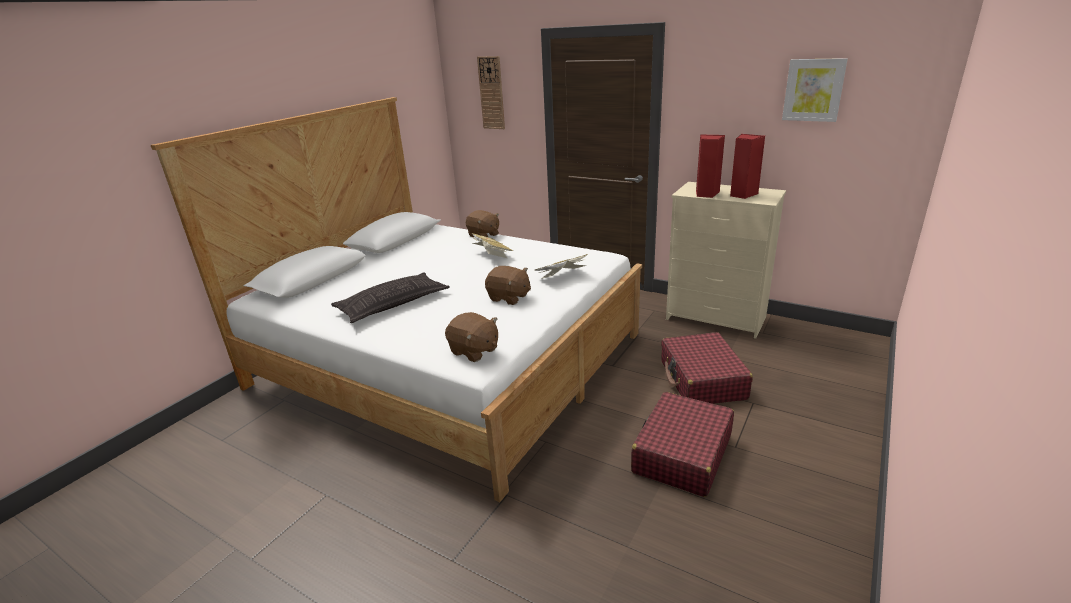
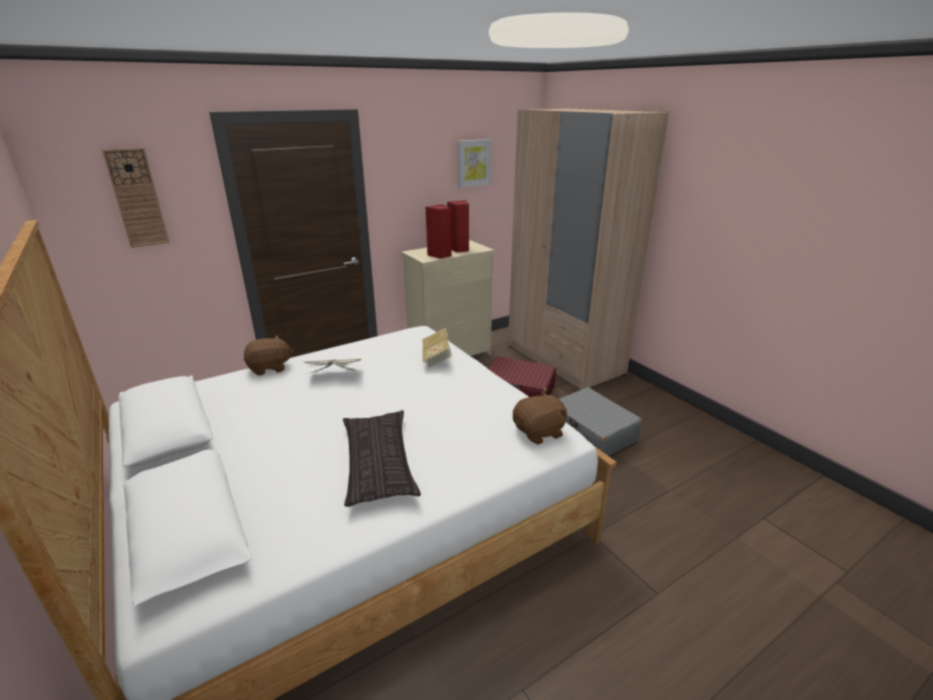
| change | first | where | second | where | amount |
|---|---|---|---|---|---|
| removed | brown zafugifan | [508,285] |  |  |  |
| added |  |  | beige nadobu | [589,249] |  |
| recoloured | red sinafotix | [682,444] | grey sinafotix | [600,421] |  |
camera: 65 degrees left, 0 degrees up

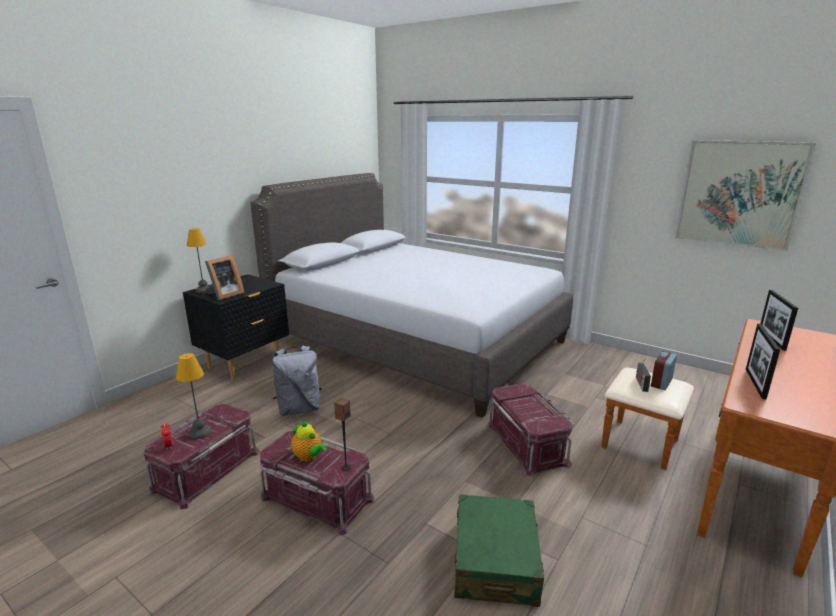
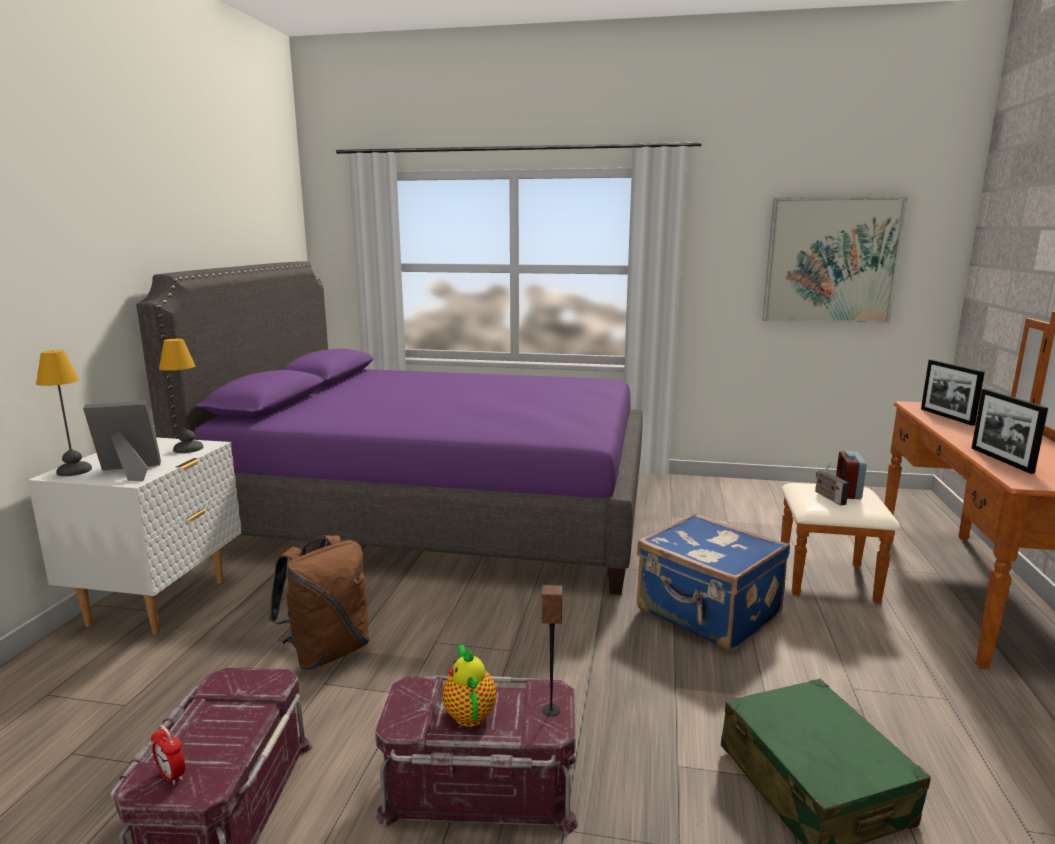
| change | first | where | second | where | amount |
|---|---|---|---|---|---|
| moved | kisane | [194,396] |  | [181,396] |  |
| replaced | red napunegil | [530,430] | blue sinafotix | [713,582] |  |
| recoloured | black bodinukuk | [236,327] | white bodinukuk | [134,536] |  |
| recoloured | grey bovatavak | [411,295] | purple bovatavak | [389,428] |  |
| recoloured | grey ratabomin | [297,380] | brown ratabomin | [319,602] |  |
| turned | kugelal | [225,277] |  | [122,441] | 120 degrees counterclockwise |
| turned | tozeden | [309,441] |  | [469,686] | 120 degrees counterclockwise |
camera: 25 degrees left, 5 degrees down

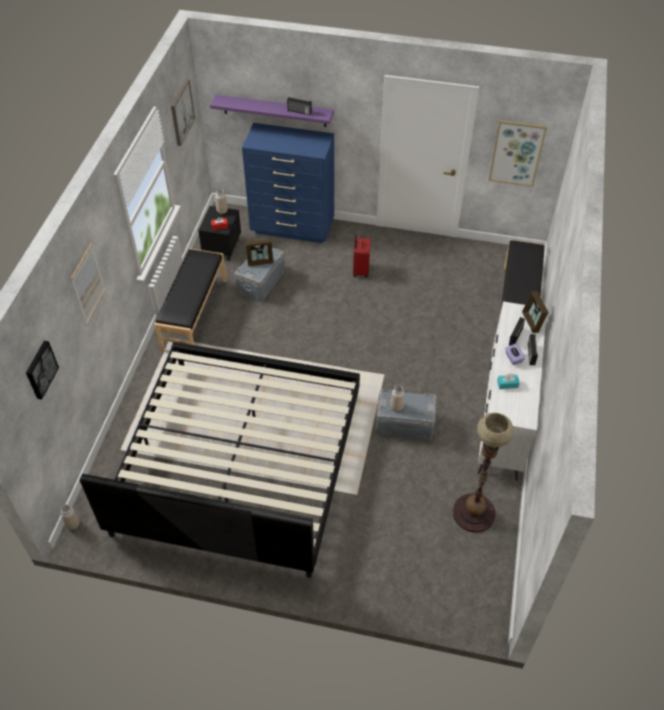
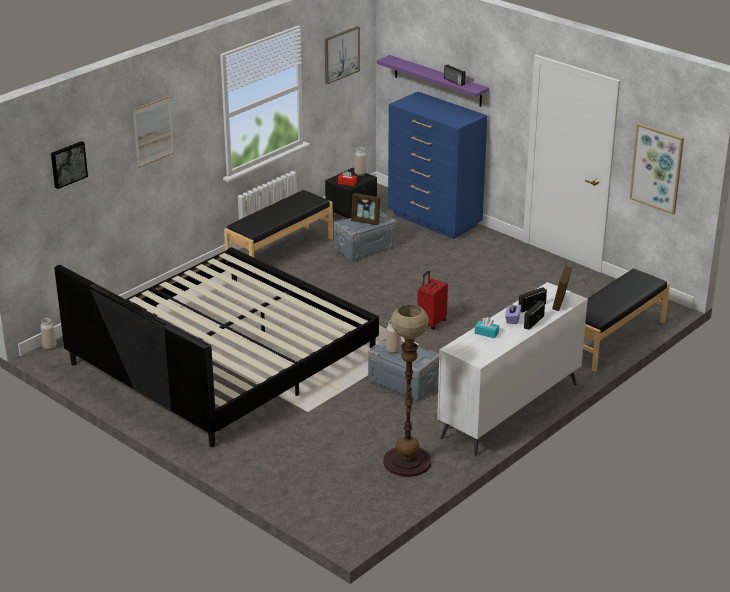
| change | first | where | second | where | amount |
|---|---|---|---|---|---|
| moved | red sinafotix | [361,255] |  | [433,300] |  |
camera: 30 degrees right, 20 degrees down

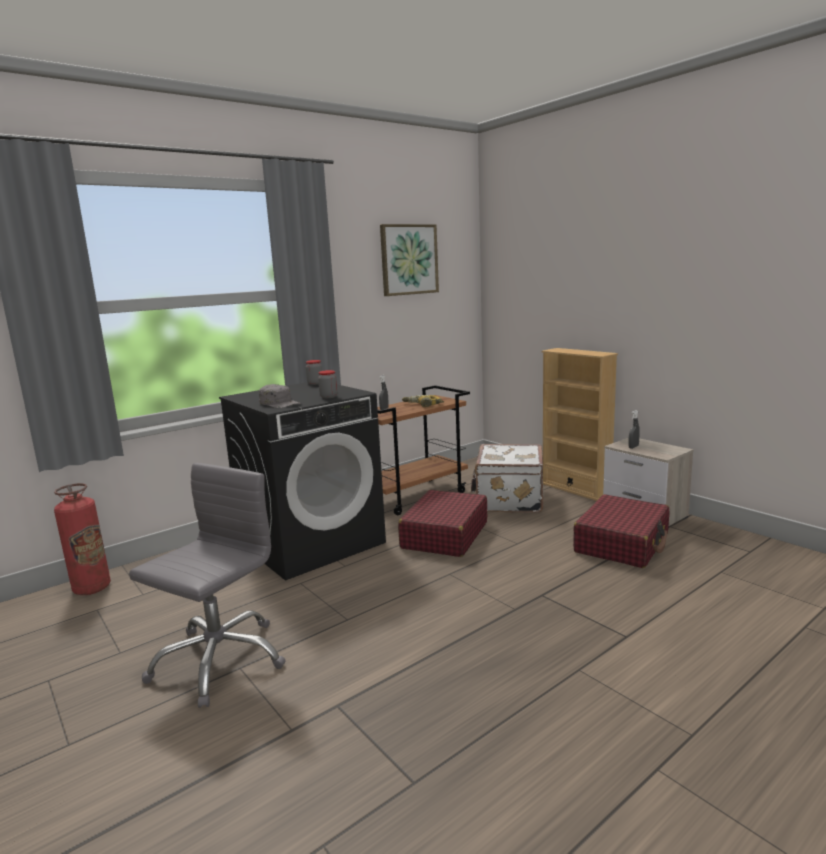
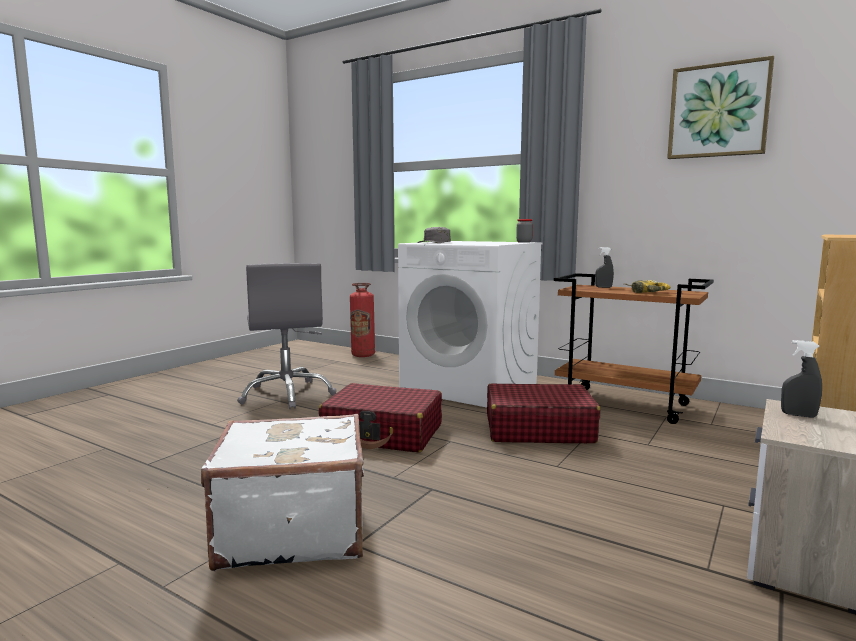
| change | first | where | second | where | amount |
|---|---|---|---|---|---|
| removed | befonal | [328,384] |  |  |  |
| moved | white sinafotix | [507,478] |  | [282,492] |  |
| moved | red sinafotix | [621,531] |  | [380,418] |  |
| recoloured | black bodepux | [302,481] | white bodepux | [470,324] |  |
| turned | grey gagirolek | [207,585] |  | [287,336] | 60 degrees clockwise |
camera: 70 degrees right, 5 degrees down

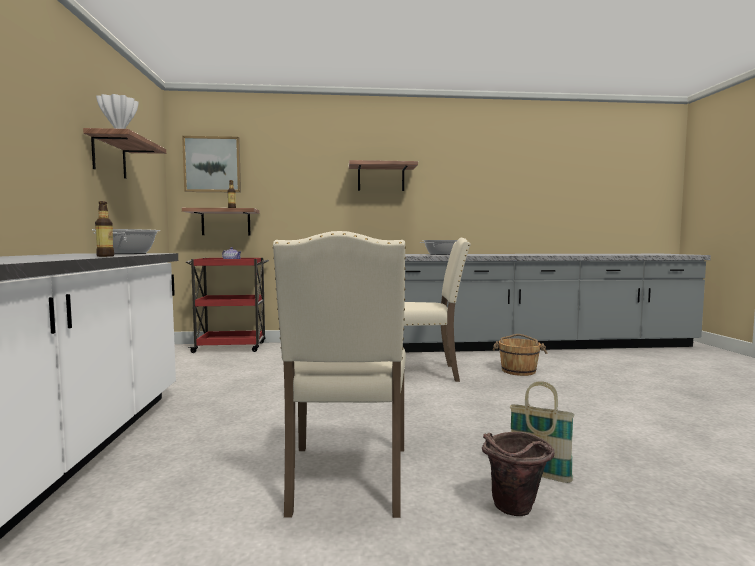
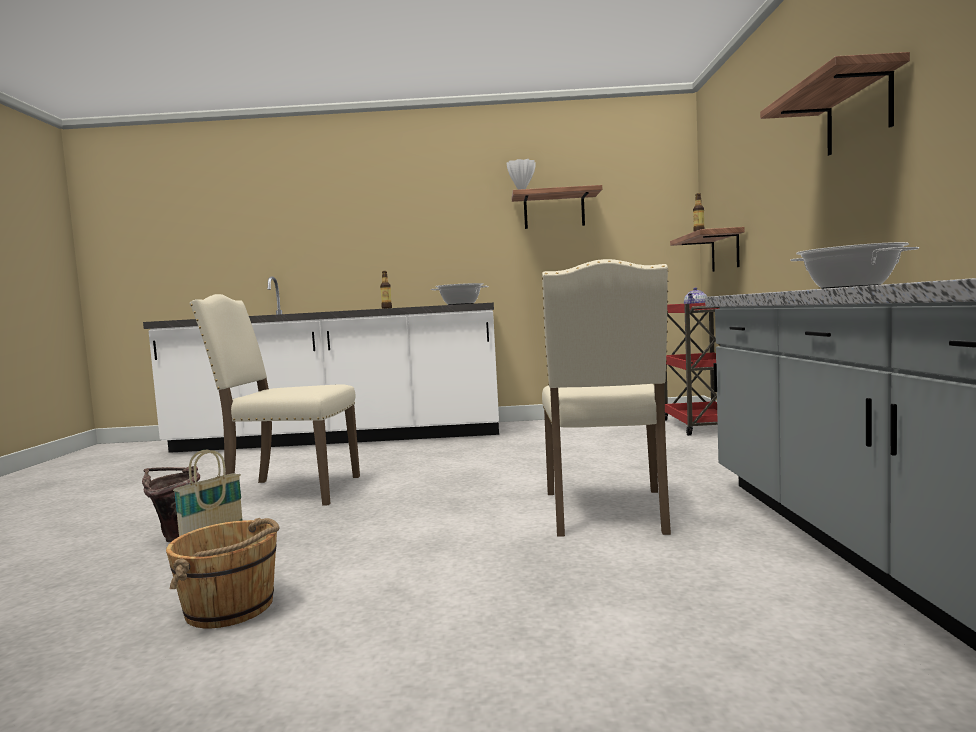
| change | first | where | second | where | amount |
|---|---|---|---|---|---|
| removed | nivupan | [211,164] |  |  |  |
| moved | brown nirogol | [519,355] |  | [222,573] |  |
camera: 95 degrees right, 0 degrees up

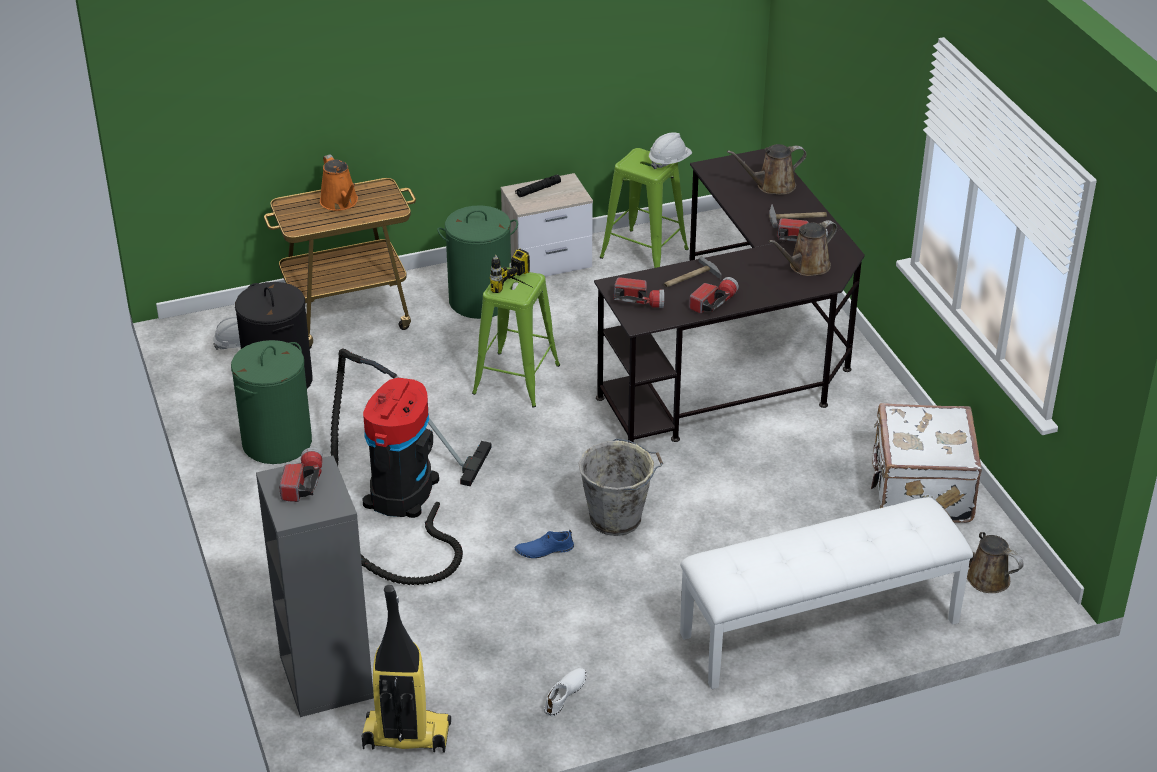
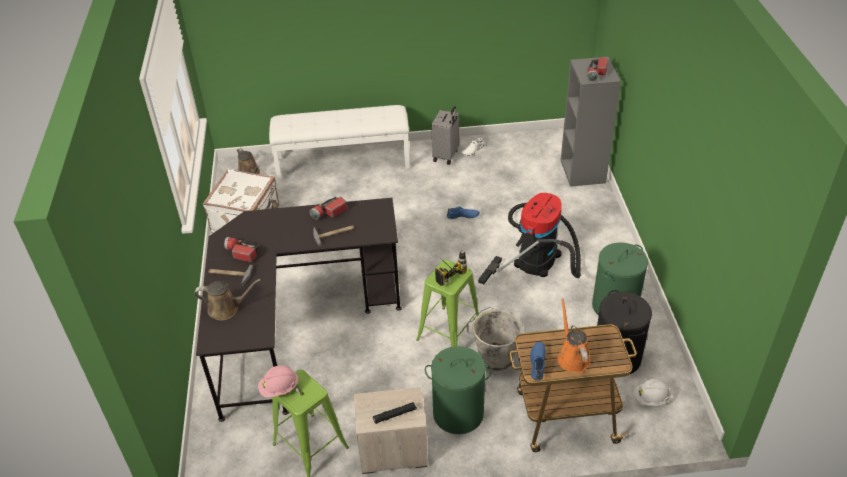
| change | first | where | second | where | amount |
|---|---|---|---|---|---|
| removed | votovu | [406,669] |  |  |  |
| removed | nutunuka | [639,292] |  |  |  |
| removed | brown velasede | [802,248] |  |  |  |
| added |  |  | grey sinafotix | [445,135] |  |
| added |  |  | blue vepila | [538,361] |  |
| moved | grey nirogol | [620,487] |  | [495,339] |  |
| recoloured | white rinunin | [670,150] | pink rinunin | [278,381] |  |
camera: 165 degrees left, 5 degrees up

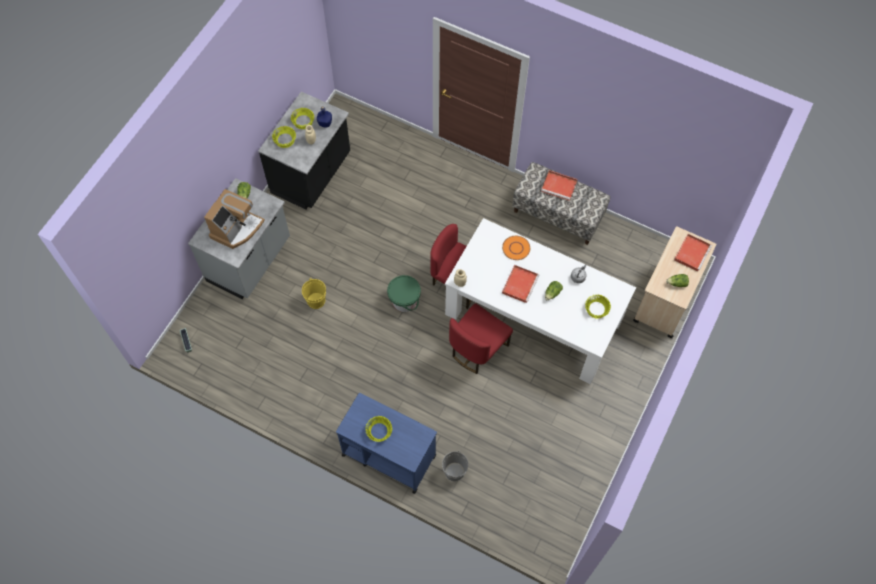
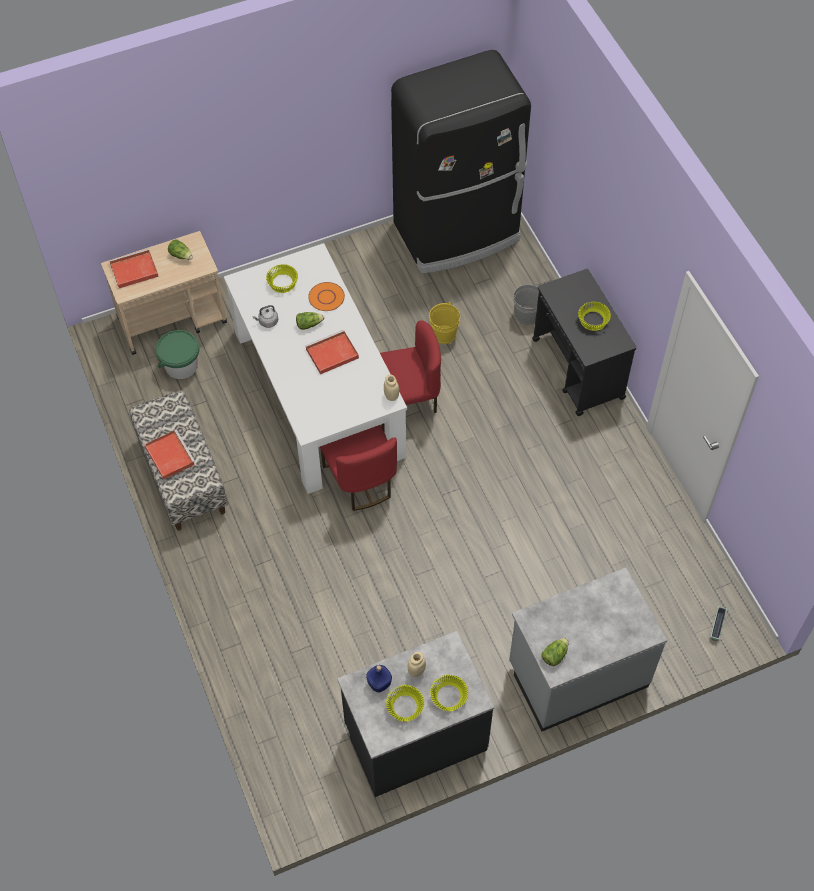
| change | first | where | second | where | amount |
|---|---|---|---|---|---|
| removed | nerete | [234,219] |  |  |  |
| added |  |  | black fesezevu | [461,161] |  |
| moved | yellow nirogol | [314,293] |  | [444,323] |  |
| moved | green nirogol | [404,293] |  | [177,354] |  |
| moved | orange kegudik | [516,248] |  | [326,296] |  |
| recoloured | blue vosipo | [386,443] | black vosipo | [584,342] |  |
camera: 140 degrees left, 5 degrees down

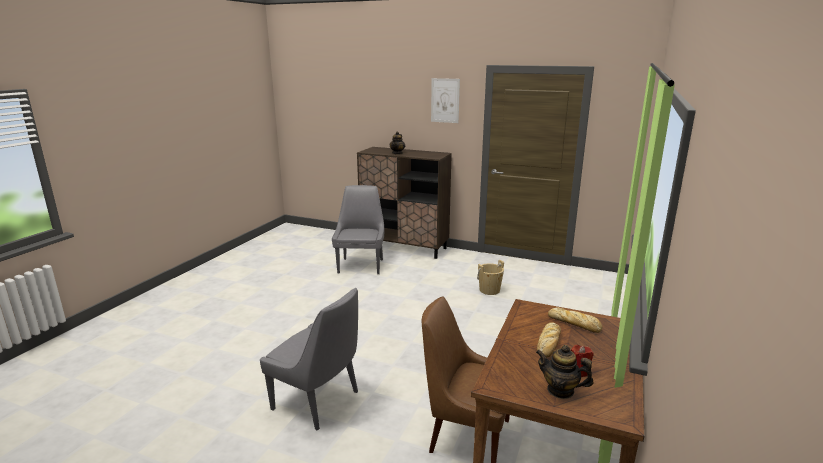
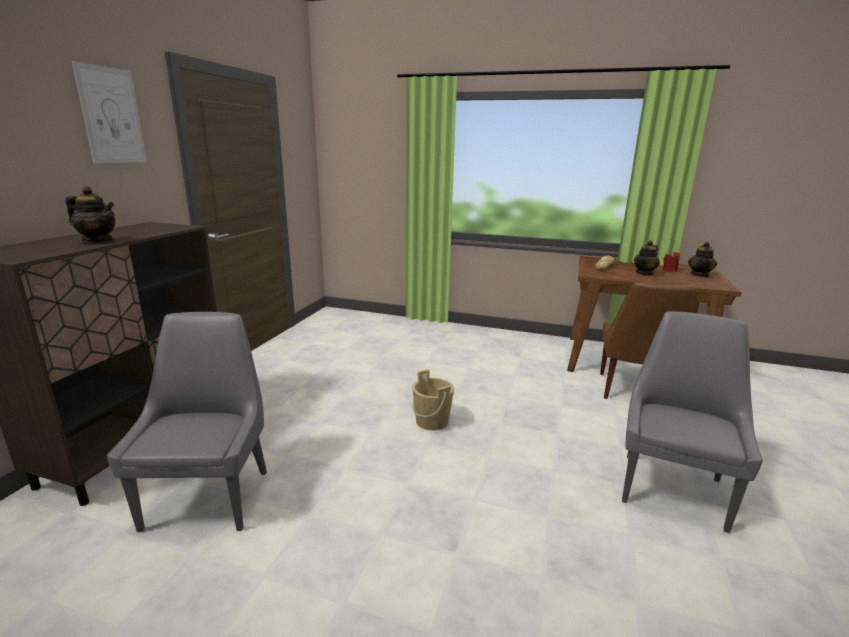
| change | first | where | second | where | amount |
|---|---|---|---|---|---|
| moved | beige nirogol | [490,277] |  | [433,399] |  |
| replaced | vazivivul | [549,340] | tozeden | [647,258] |  |
| turned | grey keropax | [358,229] |  | [187,422] | 90 degrees clockwise |
camera: 95 degrees left, 0 degrees up

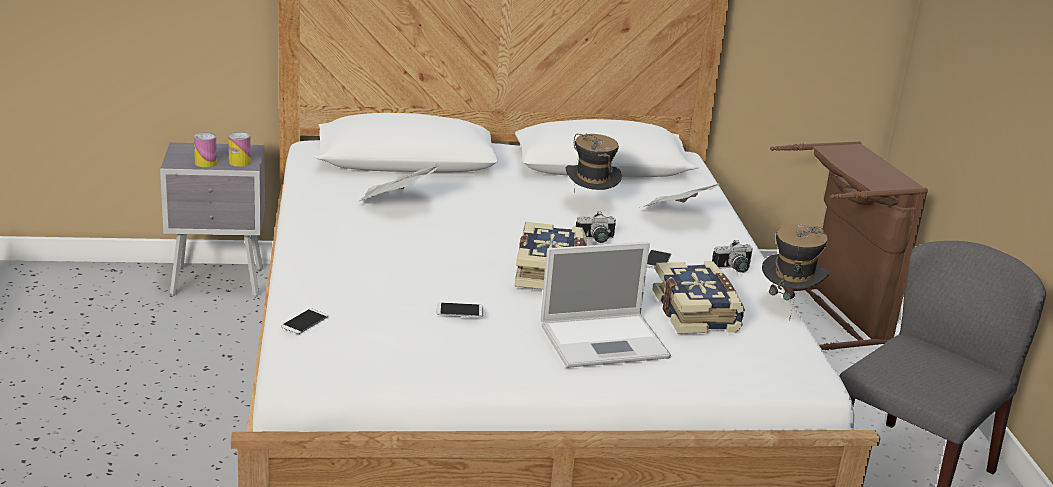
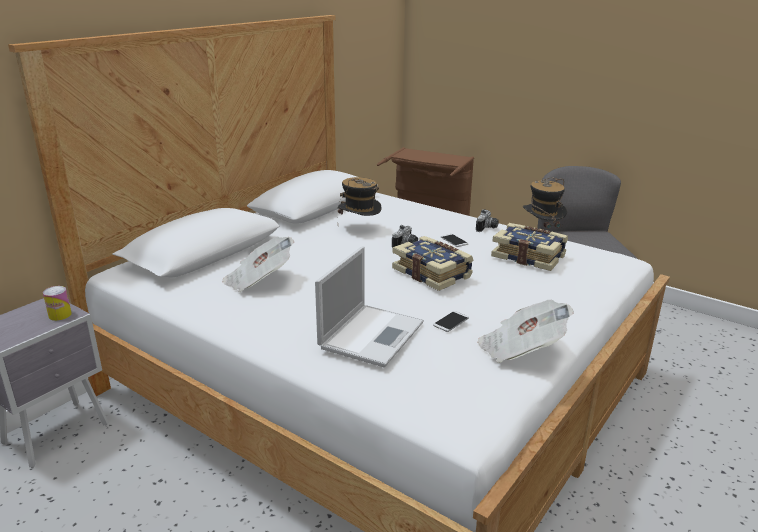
| change | first | where | second | where | amount |
|---|---|---|---|---|---|
| removed | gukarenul | [205,149] |  |  |  |
| removed | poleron | [304,321] |  |  |  |
| moved | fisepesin | [606,305] |  | [369,306] |  |
| moved | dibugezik | [683,194] |  | [525,331] |  |
camera: 45 degrees left, 0 degrees up

